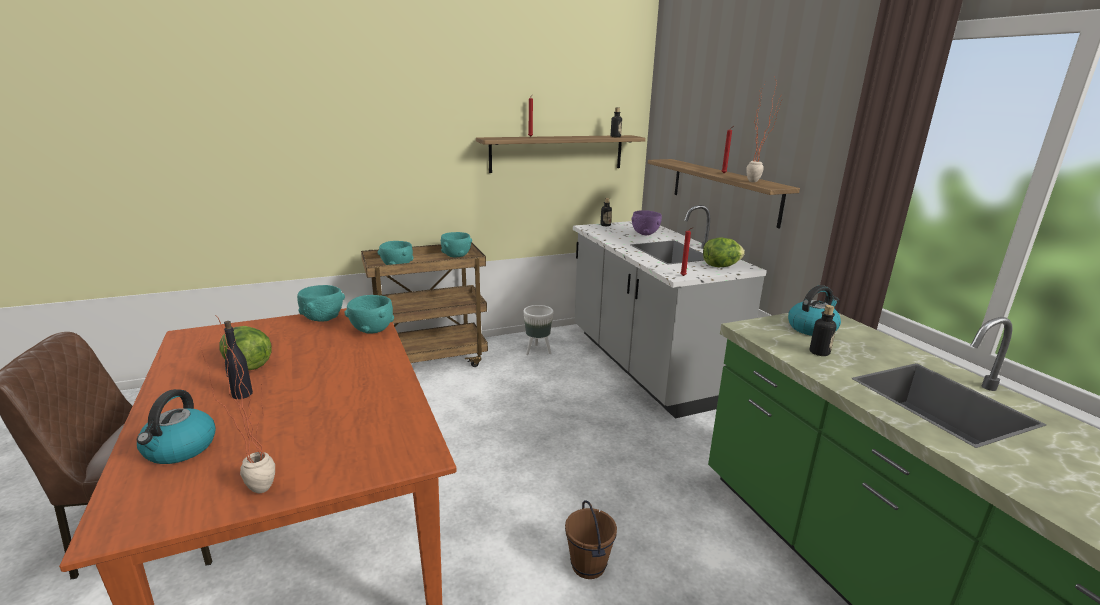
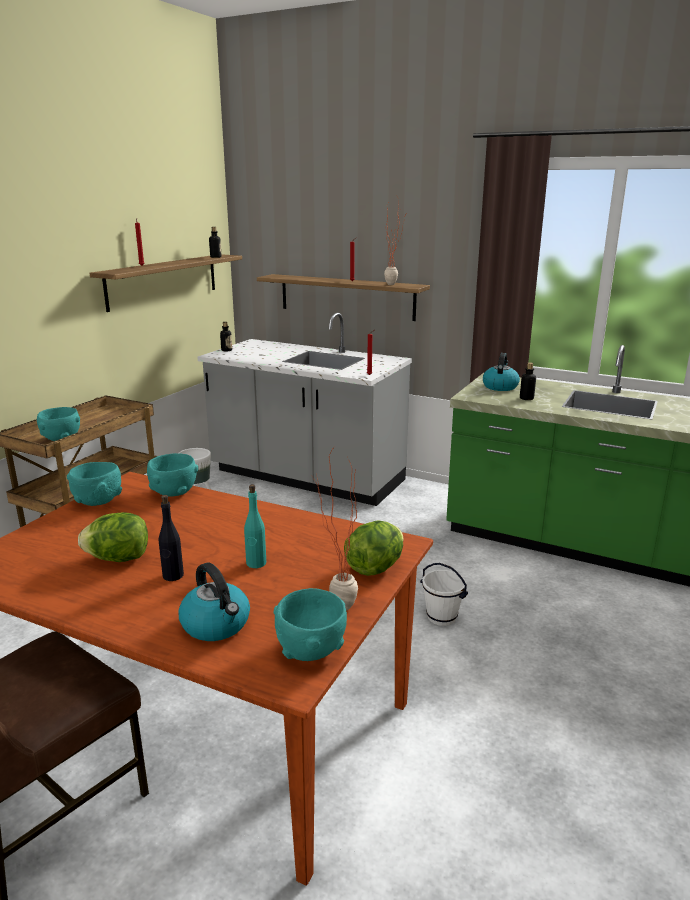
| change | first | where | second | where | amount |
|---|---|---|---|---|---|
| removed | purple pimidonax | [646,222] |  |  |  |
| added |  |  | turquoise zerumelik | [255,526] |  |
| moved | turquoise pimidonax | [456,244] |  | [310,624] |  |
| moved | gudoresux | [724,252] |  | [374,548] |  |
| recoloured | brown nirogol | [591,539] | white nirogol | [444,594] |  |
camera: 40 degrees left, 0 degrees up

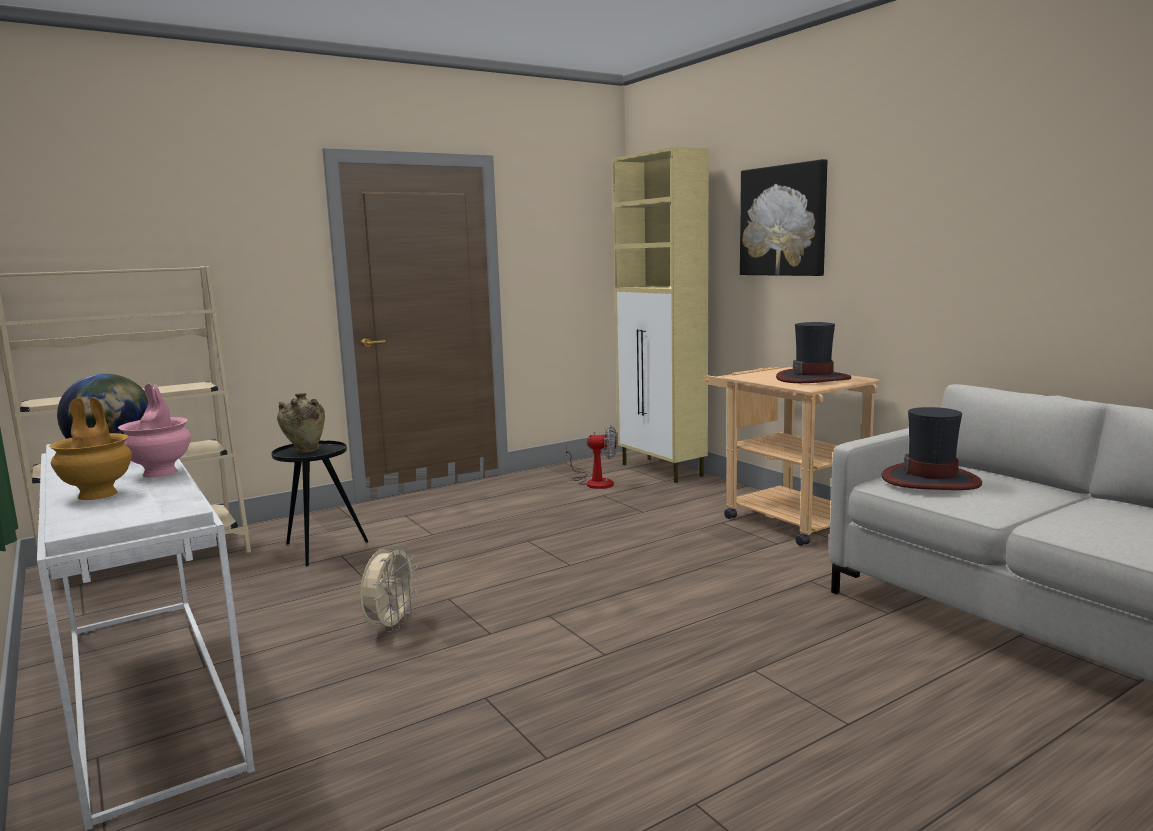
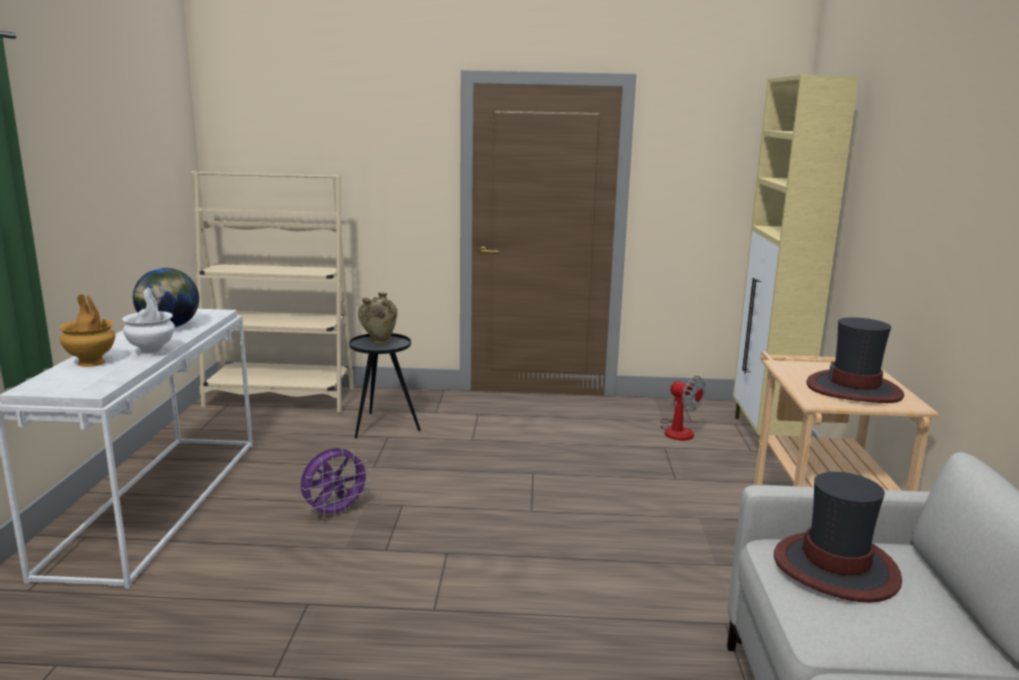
| change | first | where | second | where | amount |
|---|---|---|---|---|---|
| removed | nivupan | [783,217] |  |  |  |
| recoloured | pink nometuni | [154,431] | white nometuni | [148,322] |  |
| recoloured | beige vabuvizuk | [389,588] | purple vabuvizuk | [336,483] |  |
camera: 35 degrees right, 5 degrees up

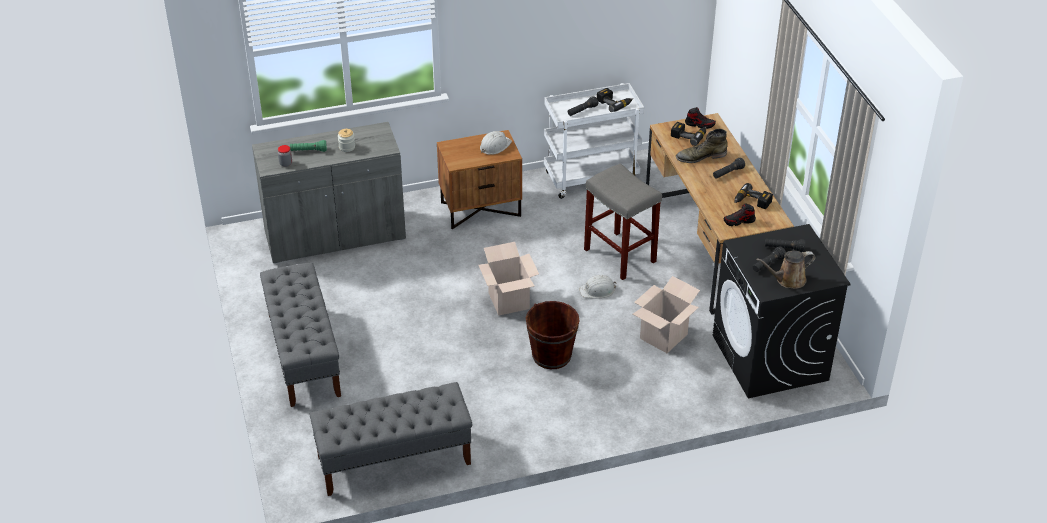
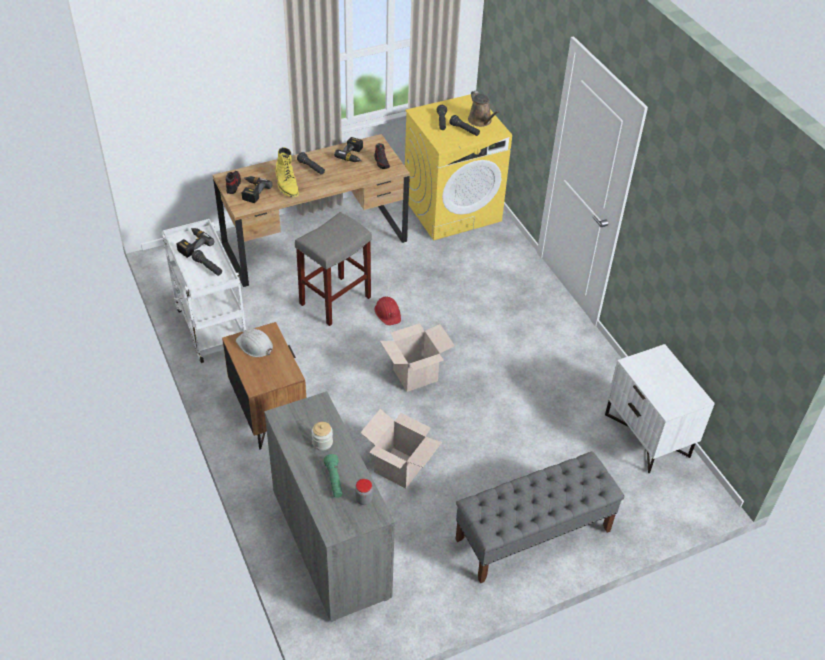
| change | first | where | second | where | amount |
|---|---|---|---|---|---|
| removed | brown nirogol | [553,335] |  |  |  |
| moved | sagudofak | [666,314] |  | [401,448] |  |
| replaced | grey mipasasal | [391,439] | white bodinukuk | [660,408] |  |
| recoloured | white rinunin | [598,287] | red rinunin | [388,311] |  |
| recoloured | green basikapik | [702,146] | yellow basikapik | [287,172] |  |
| recoloured | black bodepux | [782,311] | yellow bodepux | [458,167] |  |
camera: 100 degrees left, 5 degrees up

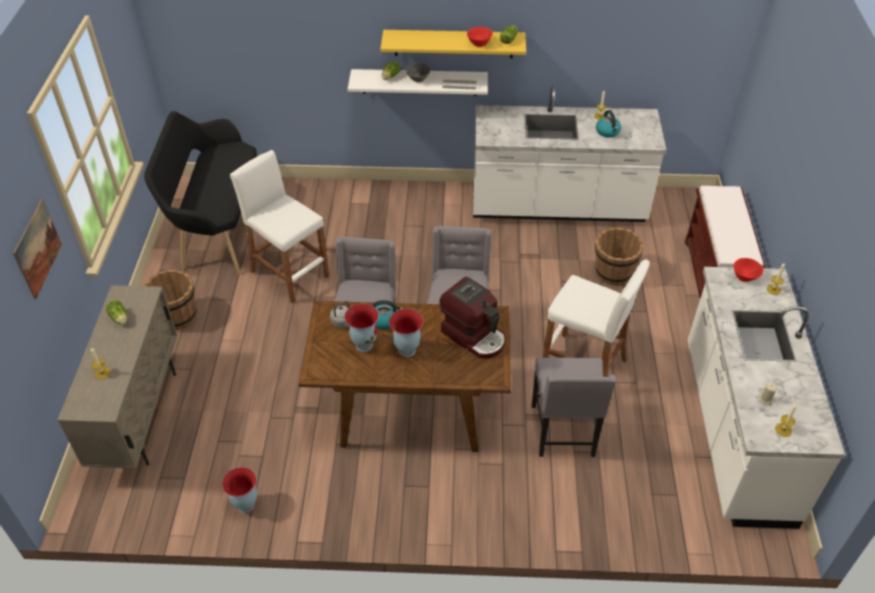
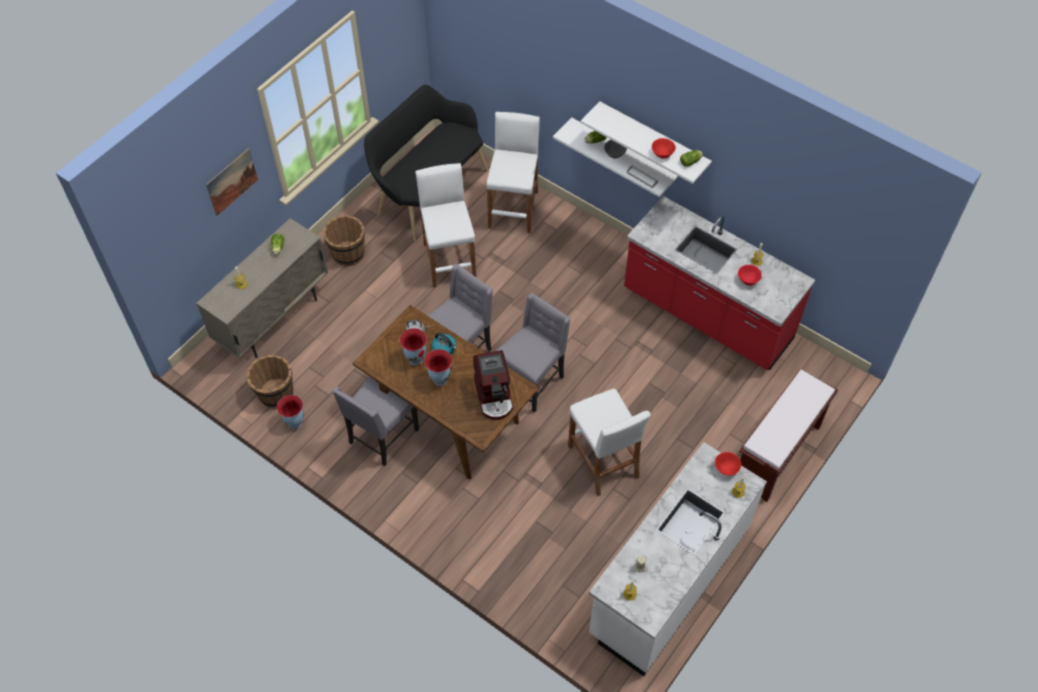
| change | first | where | second | where | amount |
|---|---|---|---|---|---|
| added |  |  | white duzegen | [513,172] |  |
| moved | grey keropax | [574,407] |  | [375,421] |  |
| moved | brown nirogol | [619,256] |  | [269,381] |  |
| replaced | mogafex | [608,124] | red pimidonax | [750,275] |  |
| recoloured | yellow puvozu | [453,44] | white puvozu | [646,143] |  |
| recoloured | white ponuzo | [570,154] | red ponuzo | [719,283] |  |
camera: 35 degrees right, 10 degrees up

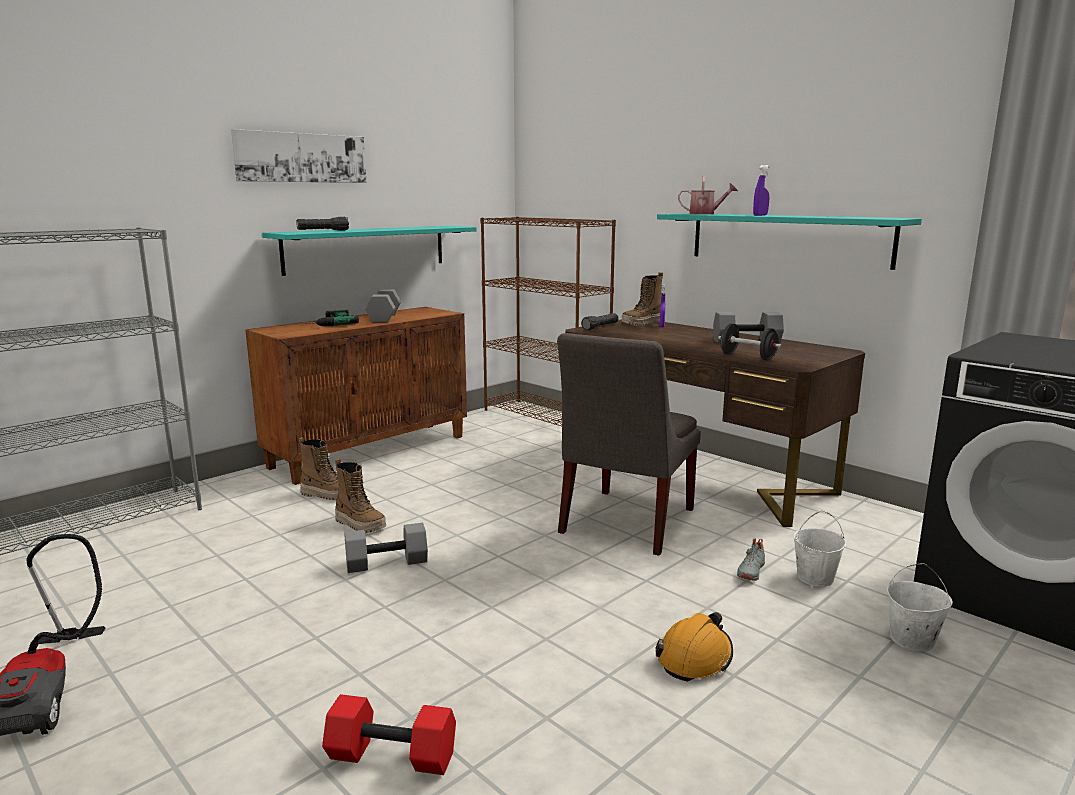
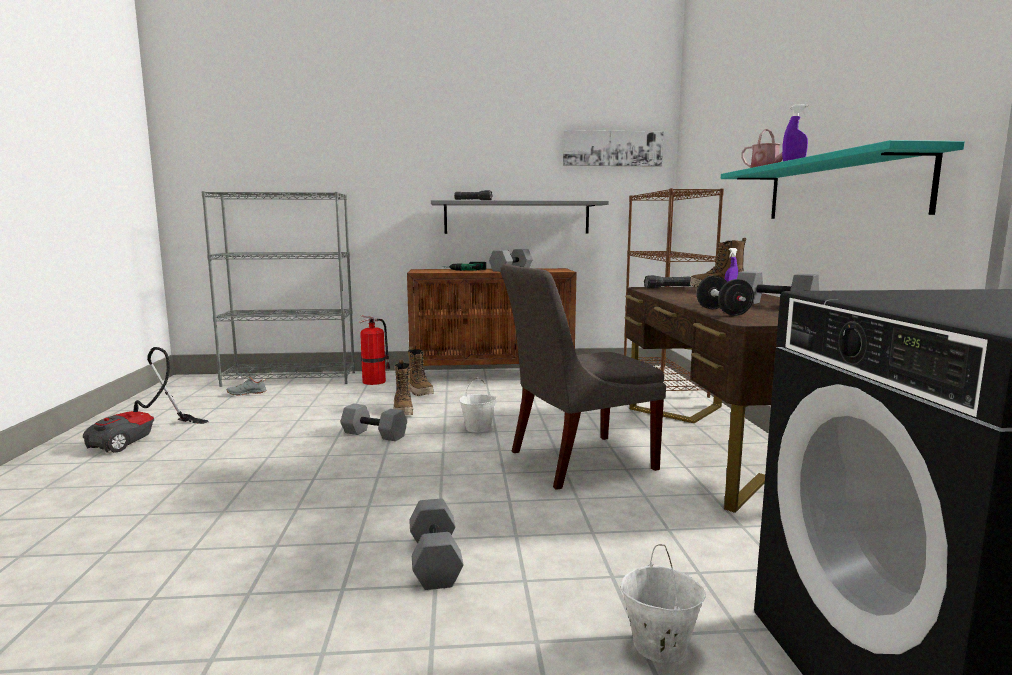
| change | first | where | second | where | amount |
|---|---|---|---|---|---|
| removed | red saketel | [389,734] |  |  |  |
| added |  |  | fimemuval | [374,350] |  |
| moved | nivupan | [298,156] |  | [613,148] |  |
| moved | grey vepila | [751,559] |  | [246,385] |  |
| moved | white nirogol | [819,548] |  | [478,405] |  |
| replaced | orange rinunin | [694,647] | grey saketel | [436,544] |  |
| recoloured | turquoise puvozu | [369,251] | grey puvozu | [520,217] |  |
camera: 40 degrees right, 5 degrees down

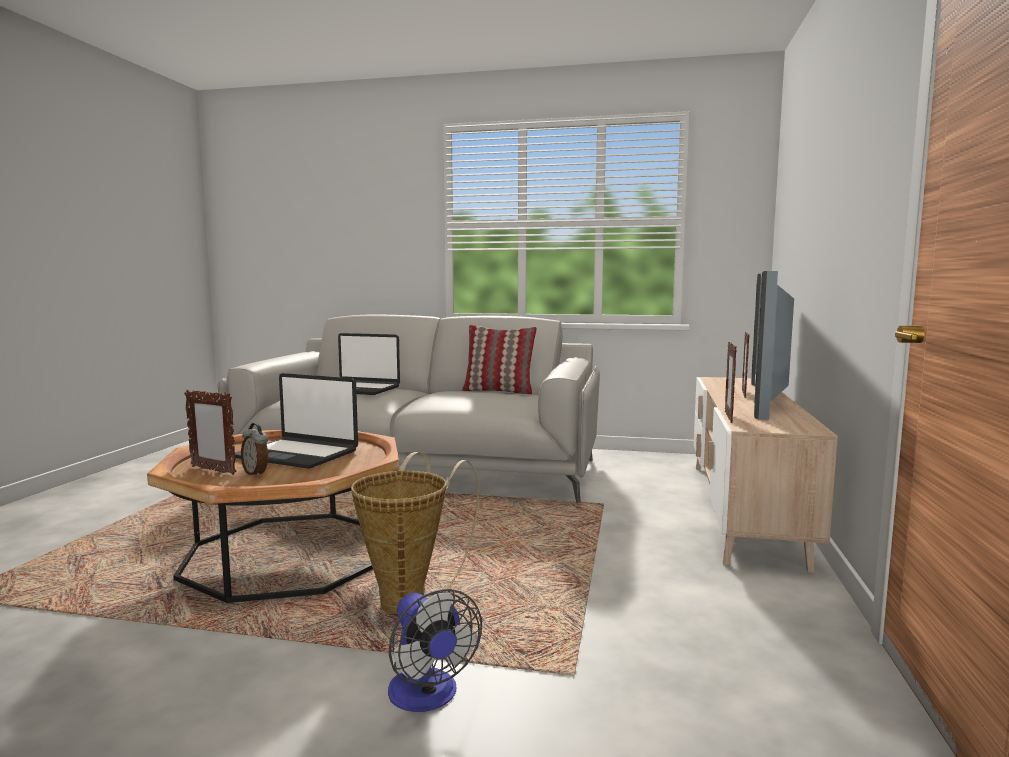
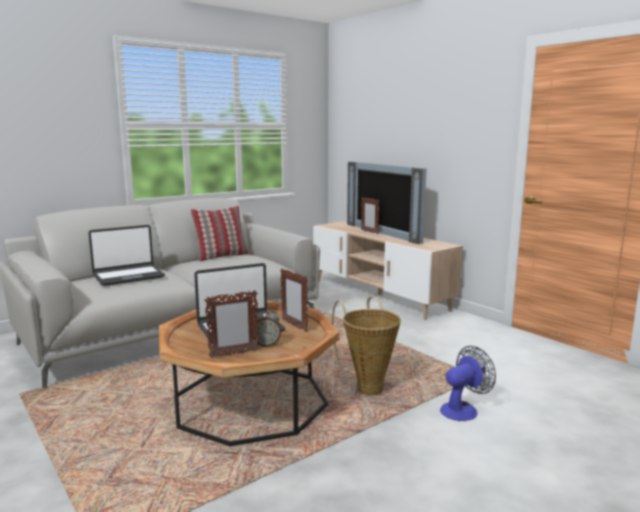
| change | first | where | second | where | amount |
|---|---|---|---|---|---|
| moved | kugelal | [731,382] |  | [294,300] |  |
| turned | vabuvizuk | [435,650] |  | [468,383] | 45 degrees counterclockwise |
camera: 50 degrees left, 5 degrees up

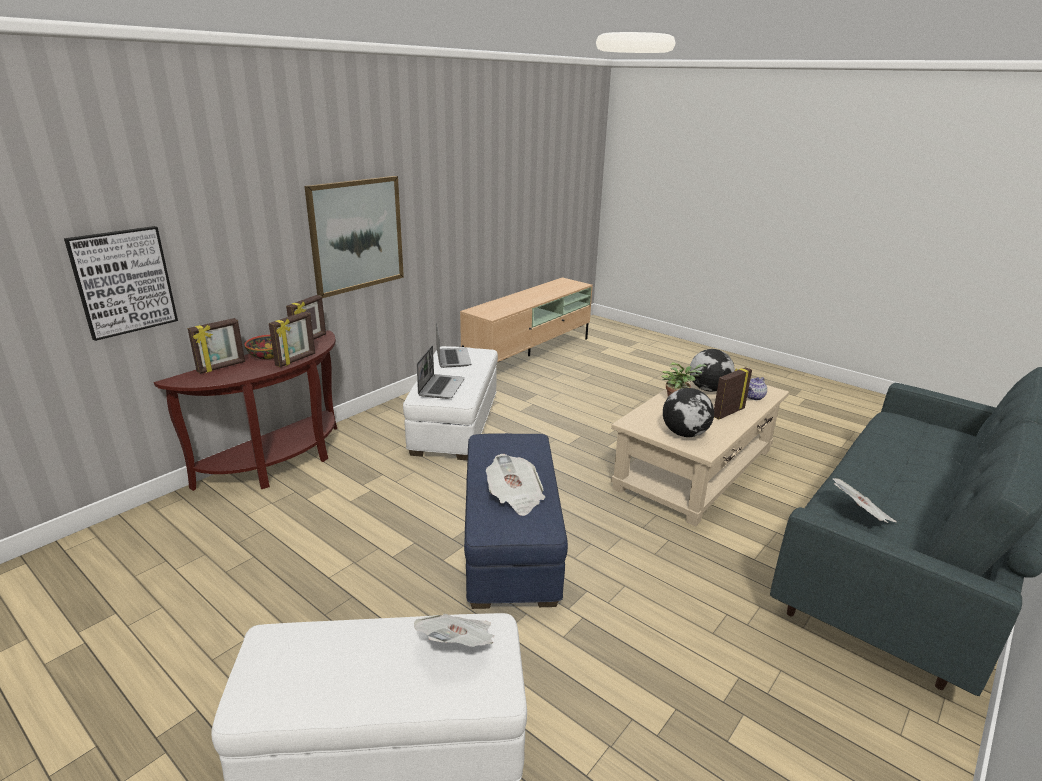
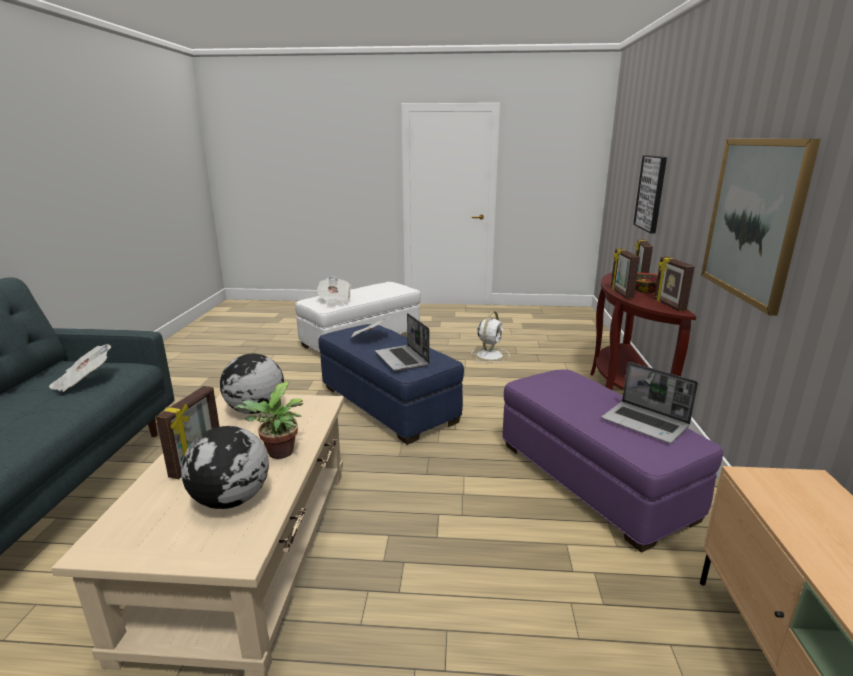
| change | first | where | second | where | amount |
|---|---|---|---|---|---|
| removed | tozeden | [757,388] |  |  |  |
| added |  |  | white vabuvizuk | [490,337] |  |
| moved | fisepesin | [441,372] |  | [402,342] |  |
| recoloured | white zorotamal | [450,403] | purple zorotamal | [612,461] |  |
camera: 145 degrees right, 5 degrees down

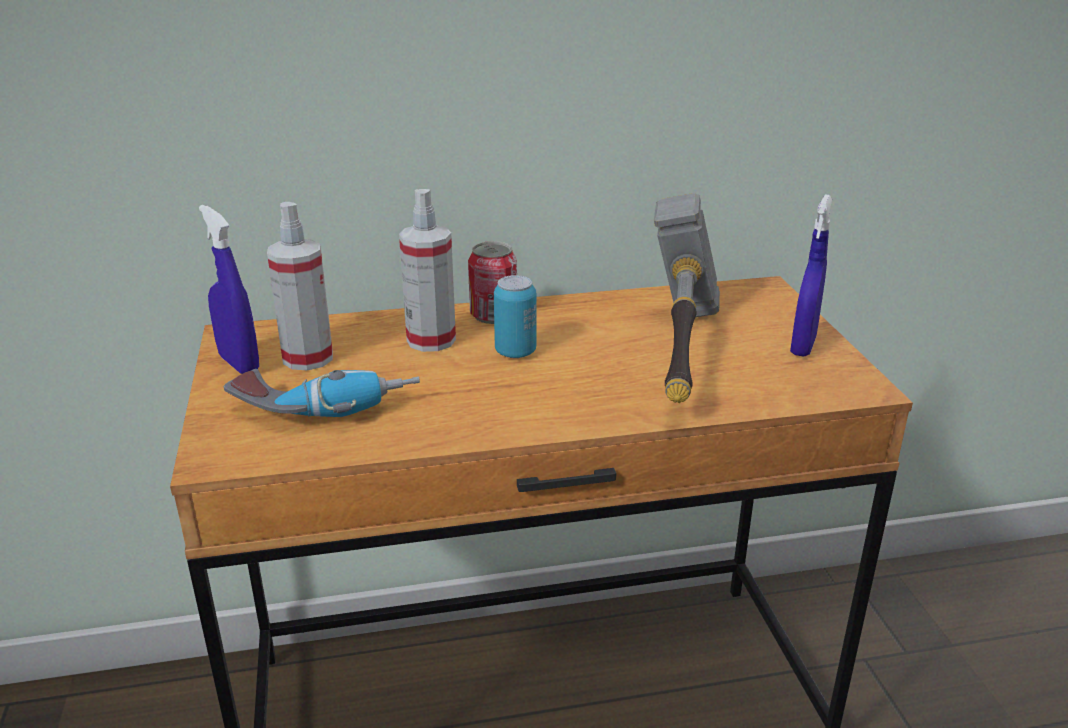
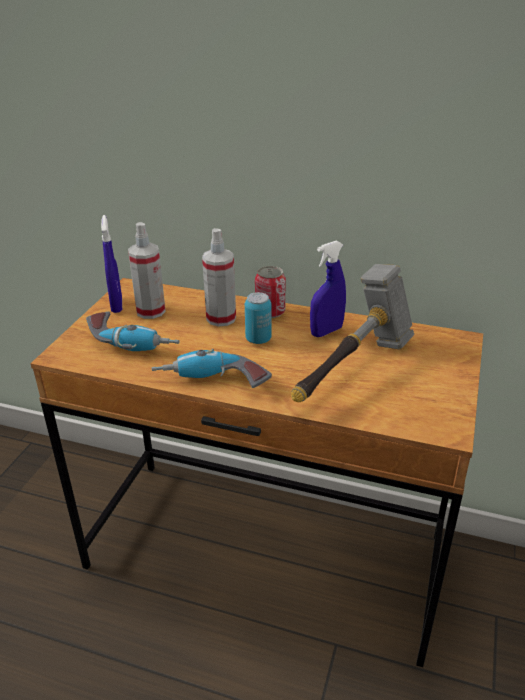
| change | first | where | second | where | amount |
|---|---|---|---|---|---|
| added |  |  | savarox | [212,368] |  |
| moved | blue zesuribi | [811,276] |  | [328,289] |  |
camera: 30 degrees right, 5 degrees up

